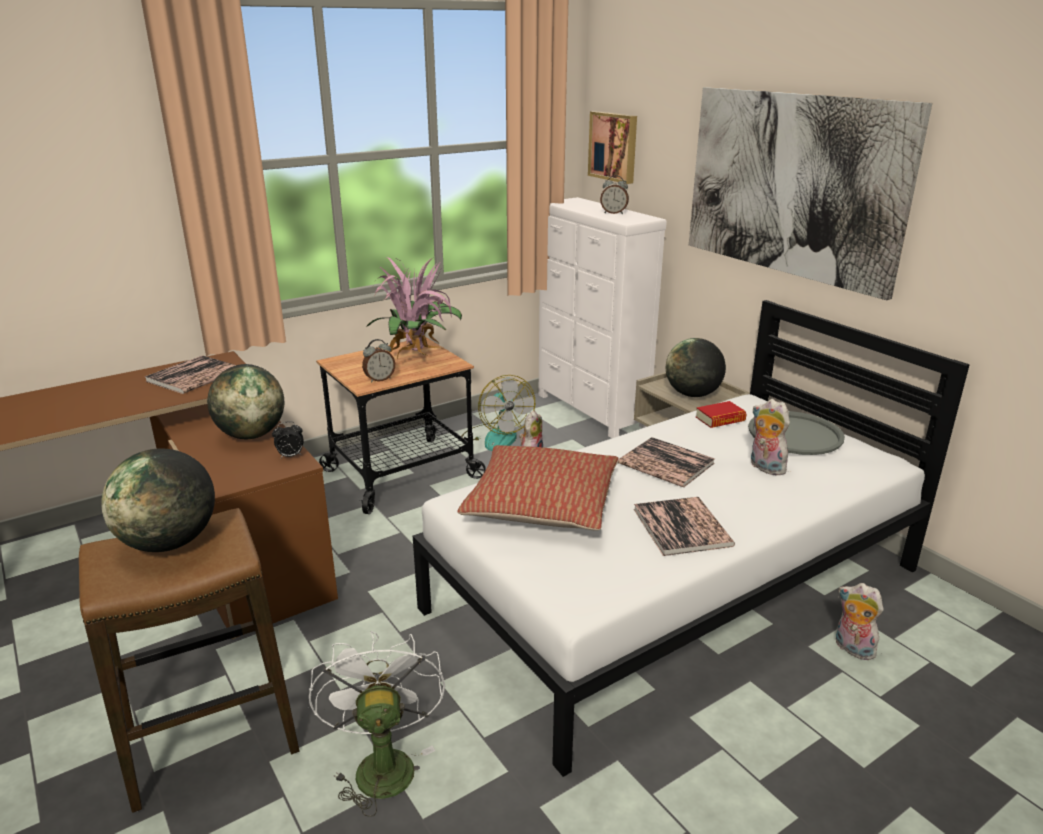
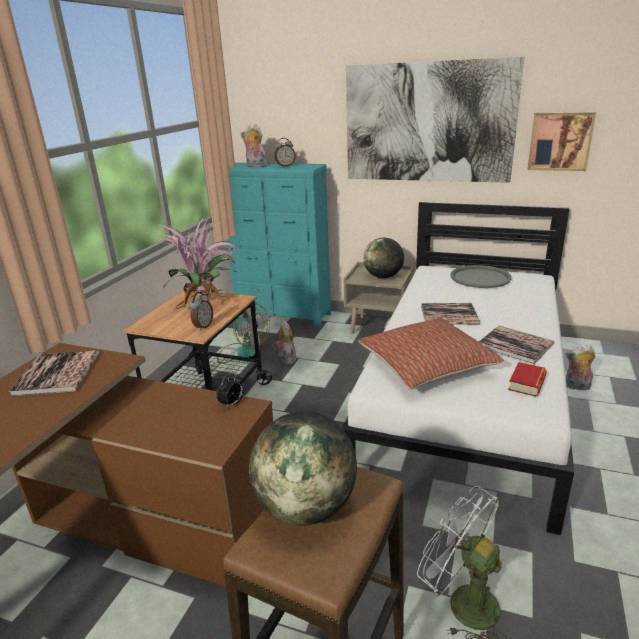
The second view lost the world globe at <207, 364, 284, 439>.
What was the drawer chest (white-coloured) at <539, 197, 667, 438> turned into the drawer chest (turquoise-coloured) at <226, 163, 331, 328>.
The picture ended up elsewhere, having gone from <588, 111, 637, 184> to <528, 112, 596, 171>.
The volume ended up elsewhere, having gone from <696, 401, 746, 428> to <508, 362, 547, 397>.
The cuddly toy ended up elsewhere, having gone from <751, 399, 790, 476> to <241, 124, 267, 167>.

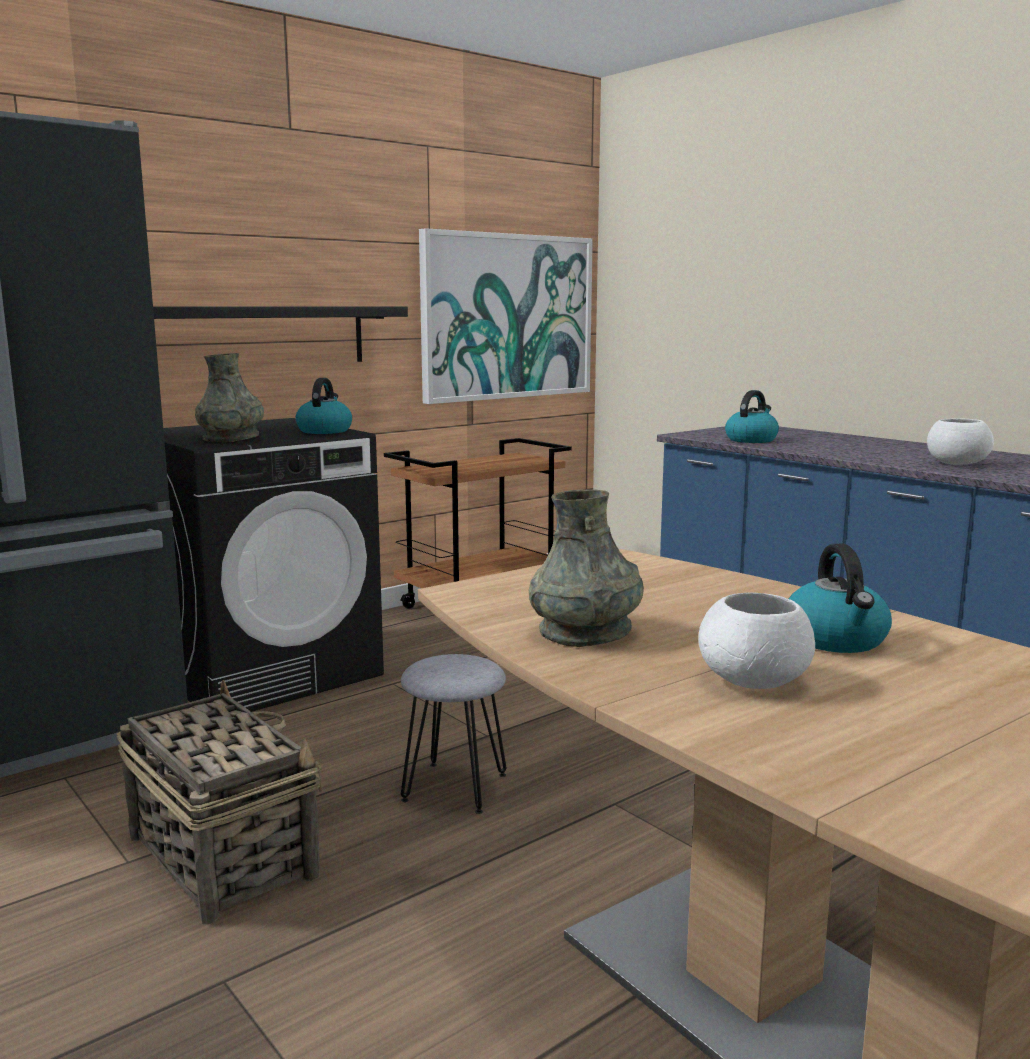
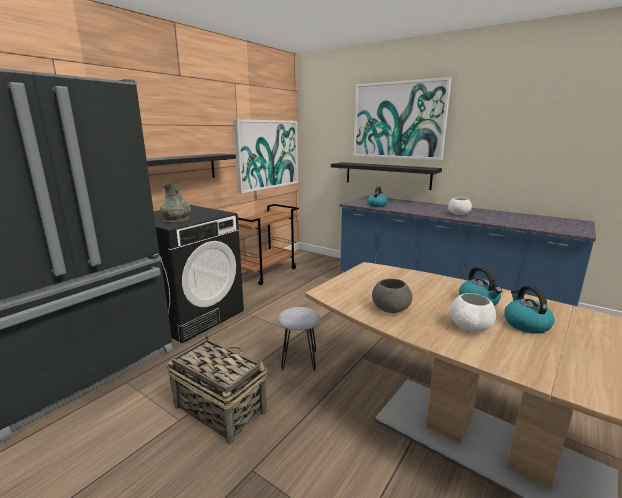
The kettle ended up elsewhere, having gone from <296, 378, 352, 434> to <504, 285, 555, 334>.
Where the flower vase (gray) stood at <529, 490, 644, 647>, the bowl (gray) came to stand at <372, 279, 413, 313>.
The second view gained the bracket shelf (black-coloured) at <331, 162, 442, 190>.
The second view gained the picture at <353, 77, 452, 160>.

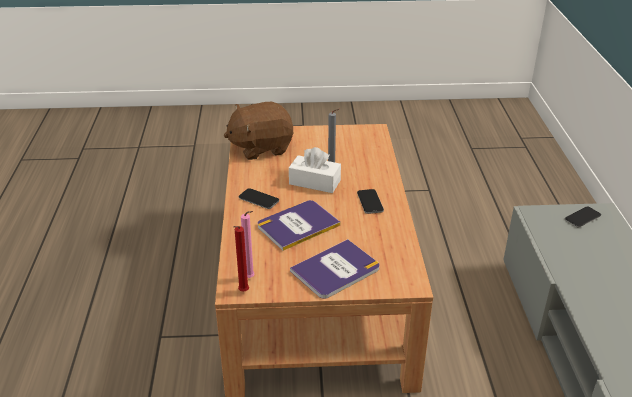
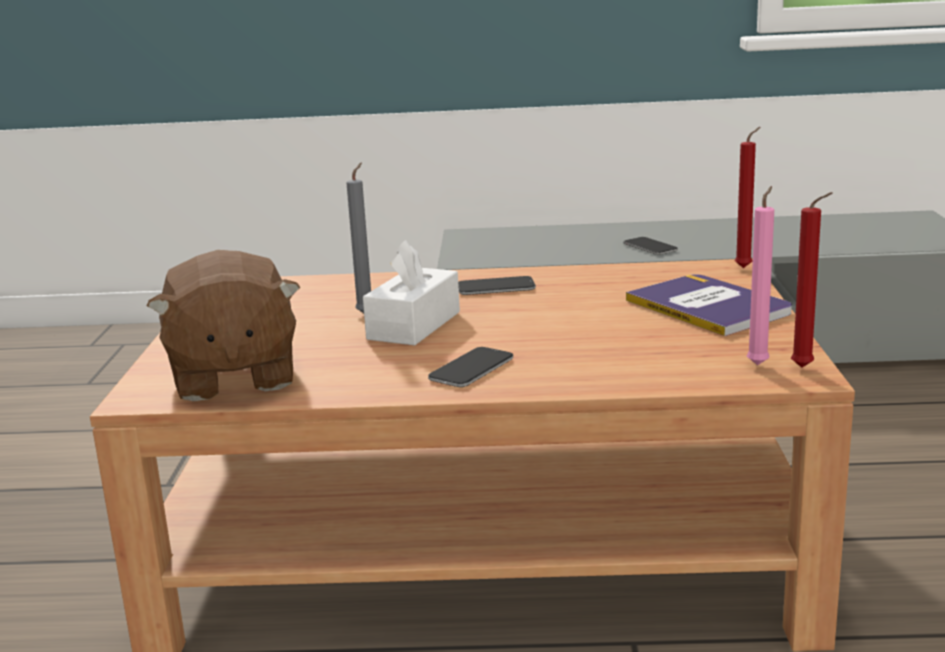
The second view lost the volume at <258, 200, 341, 251>.
The telephone ended up elsewhere, having gone from <565, 207, 601, 227> to <624, 237, 678, 255>.
The second view gained the wax light (reddish) at <735, 127, 760, 268>.

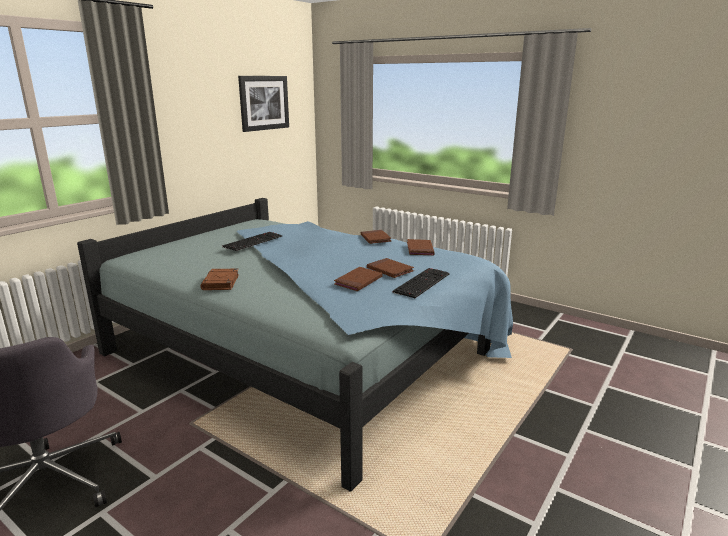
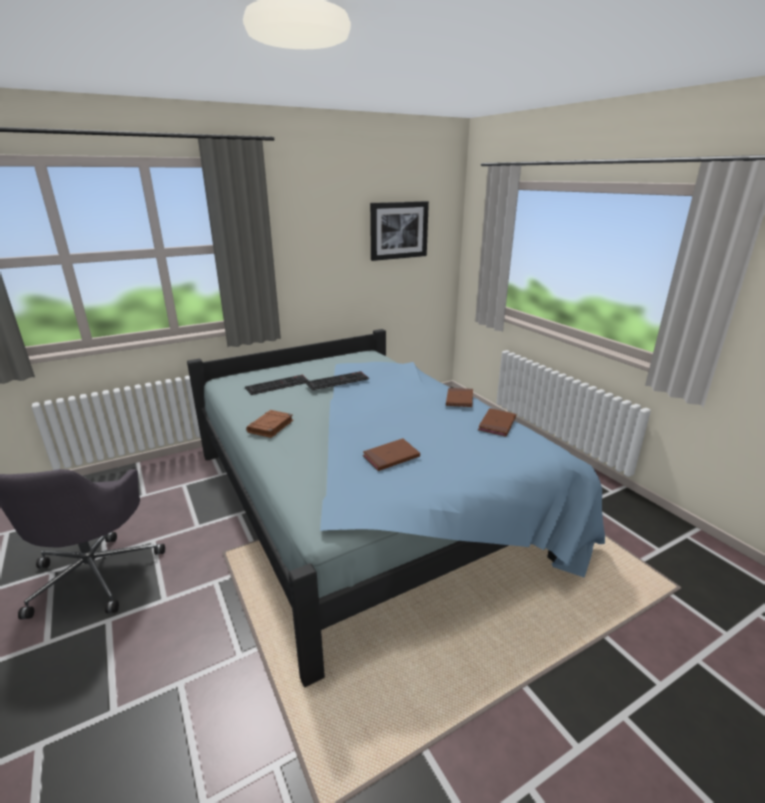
The second view lost the volume (brown-coloured) at <367, 258, 414, 278>.
The keyboard ended up elsewhere, having gone from <393, 268, 450, 298> to <245, 375, 309, 395>.

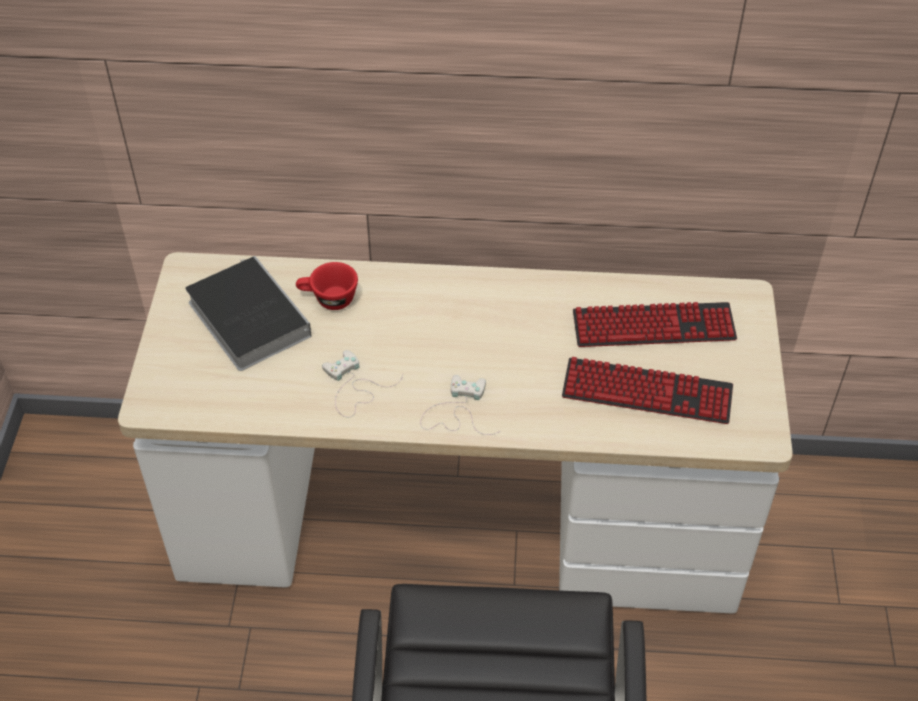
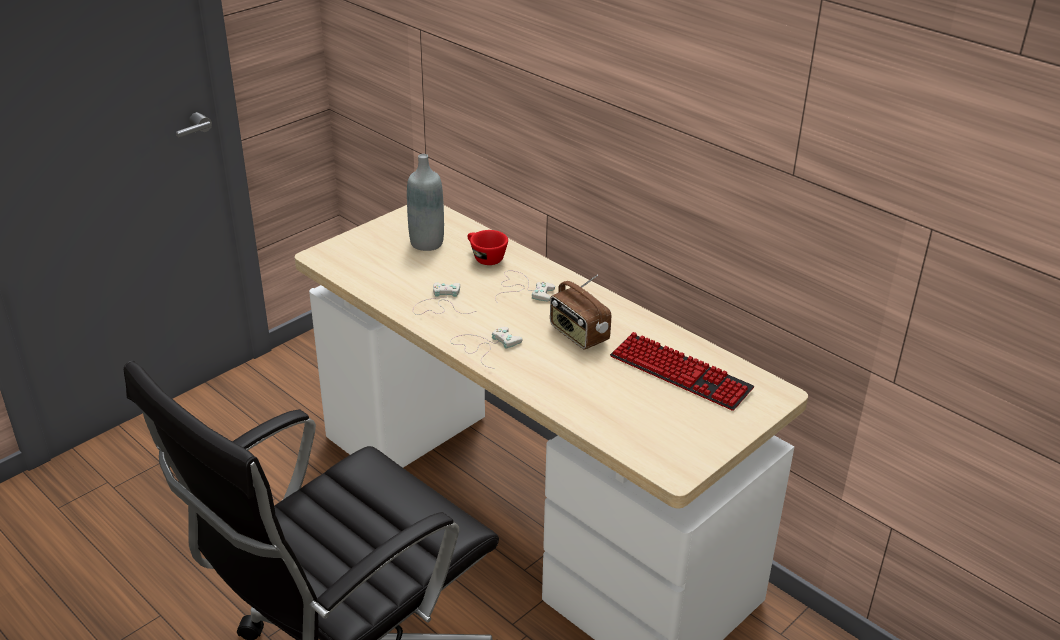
Where the volume stood at <185, 256, 312, 371>, the beverage bottle (gray) came to stand at <407, 154, 444, 251>.
The second view lost the keyboard at <562, 357, 733, 424>.
The second view gained the gamepad (white-coloured) at <495, 271, 555, 302>.
The second view gained the radio set at <550, 275, 611, 350>.

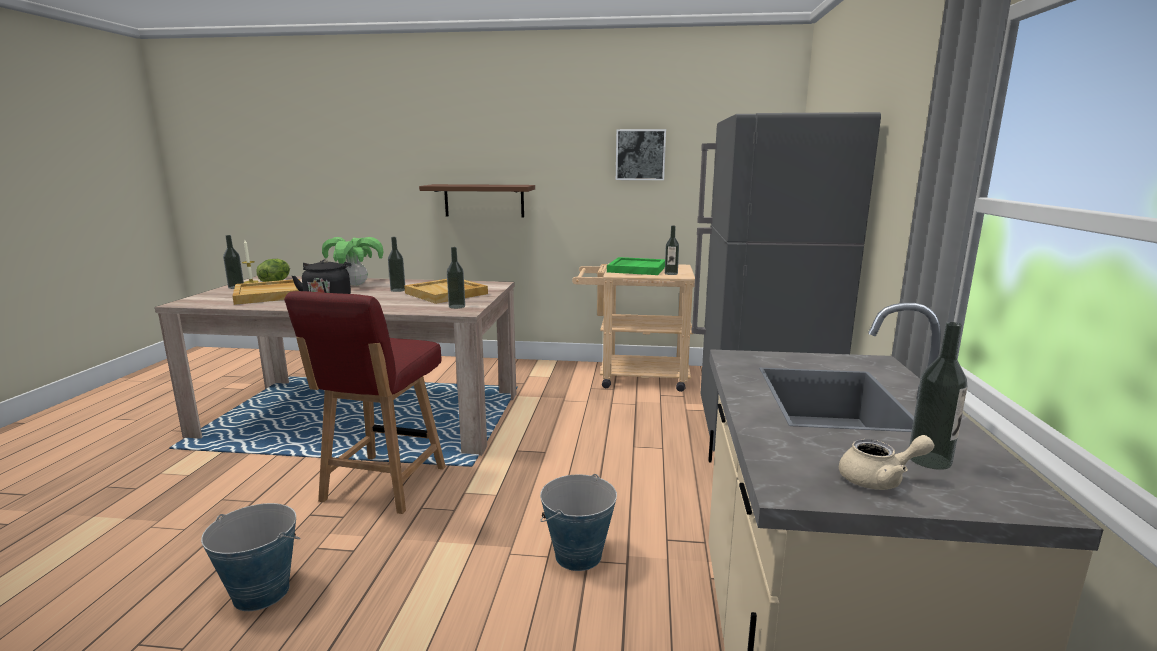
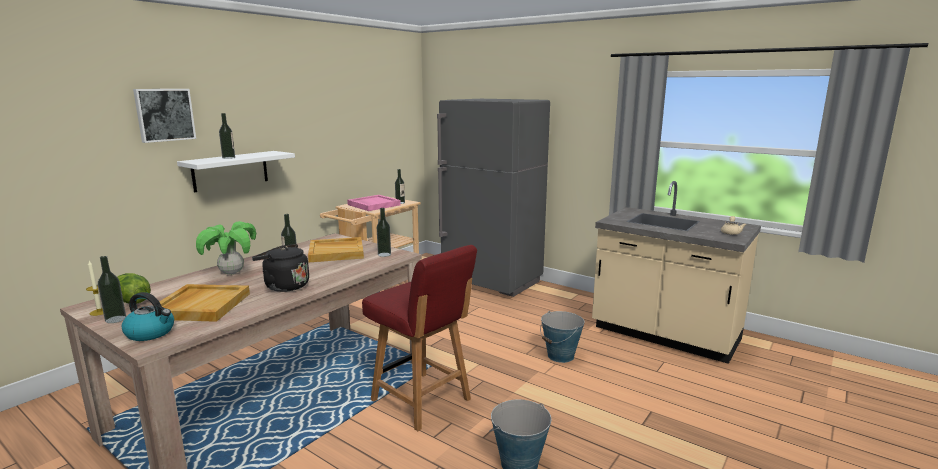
What was the bracket shelf (brown-coloured) at <419, 184, 535, 217> turned into the bracket shelf (white-coloured) at <177, 151, 295, 192>.
What was the serving tray (greenish) at <607, 257, 665, 275> turned into the serving tray (pinkish) at <347, 195, 401, 211>.
The picture ended up elsewhere, having gone from <616, 129, 666, 180> to <133, 89, 196, 143>.
The beverage bottle ended up elsewhere, having gone from <909, 322, 968, 470> to <219, 113, 235, 159>.
The second view gained the kettle at <122, 292, 174, 341>.

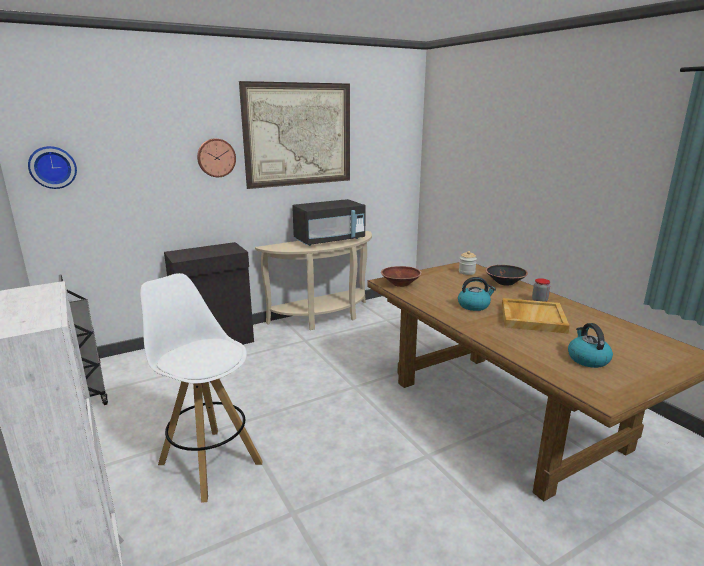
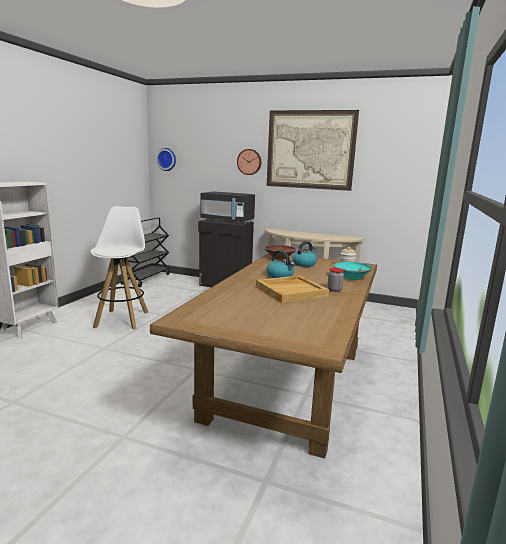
The kitchen microwave (black-coloured) ended up elsewhere, having gone from <292, 199, 366, 246> to <201, 191, 255, 224>.
What was the bowl (black-coloured) at <485, 265, 528, 285> turned into the bowl (turquoise-coloured) at <333, 262, 373, 280>.
The kettle ended up elsewhere, having gone from <568, 323, 613, 368> to <292, 241, 317, 267>.

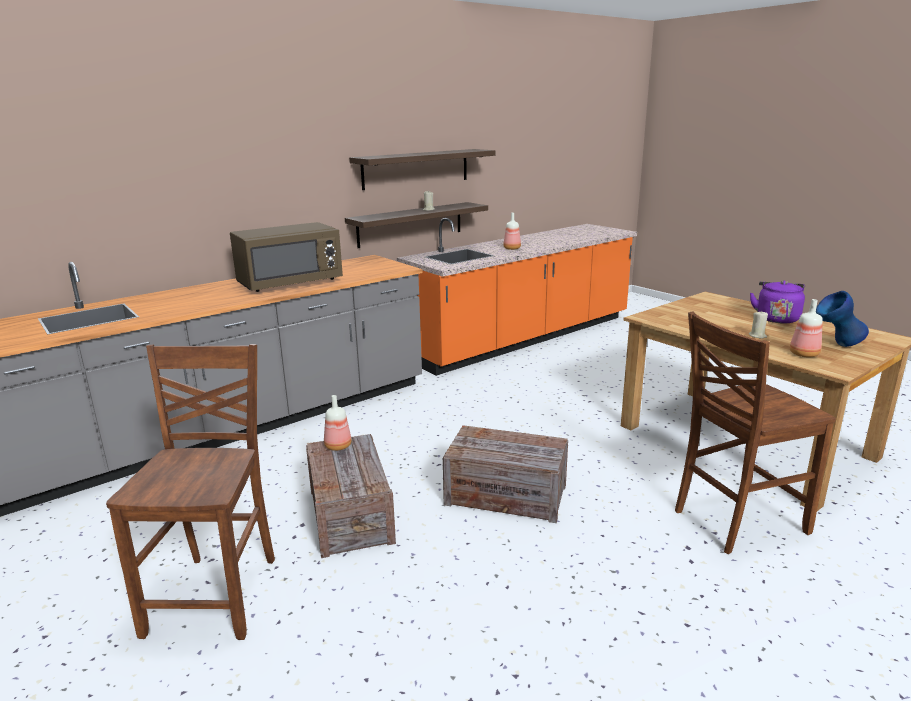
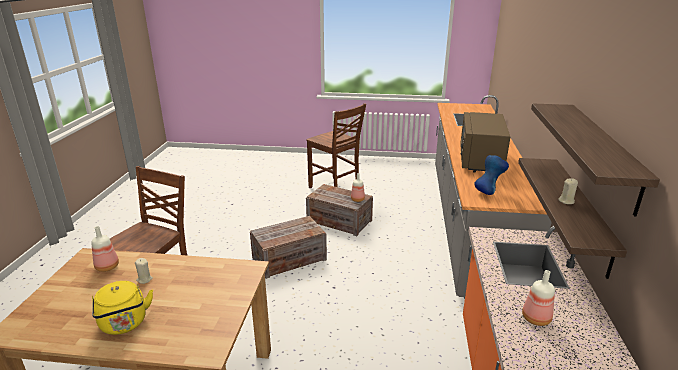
What was the kettle (purple) at <750, 281, 805, 324> turned into the kettle (yellowish) at <92, 281, 153, 335>.
The flower vase (blue) ended up elsewhere, having gone from <816, 291, 869, 347> to <474, 155, 509, 195>.

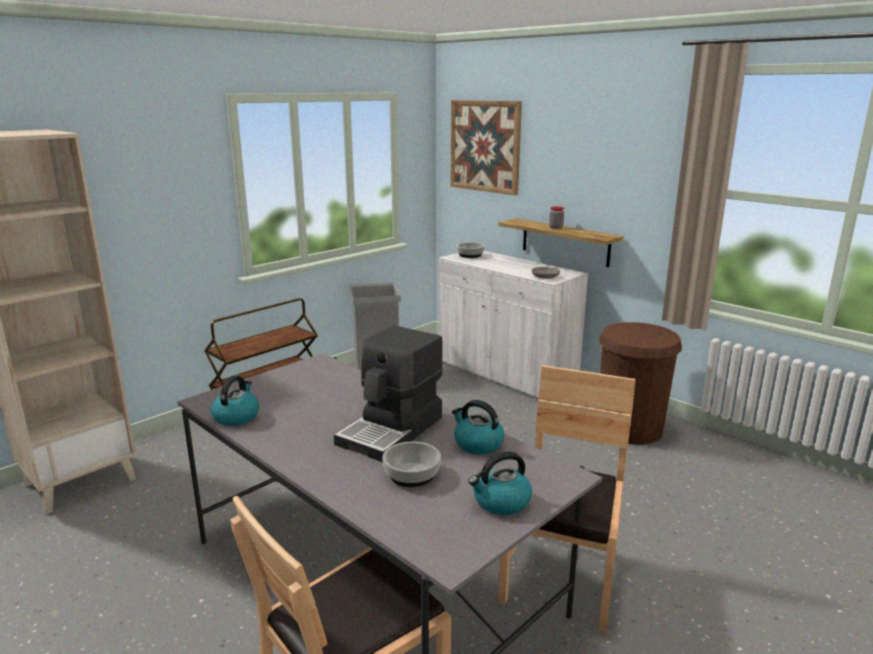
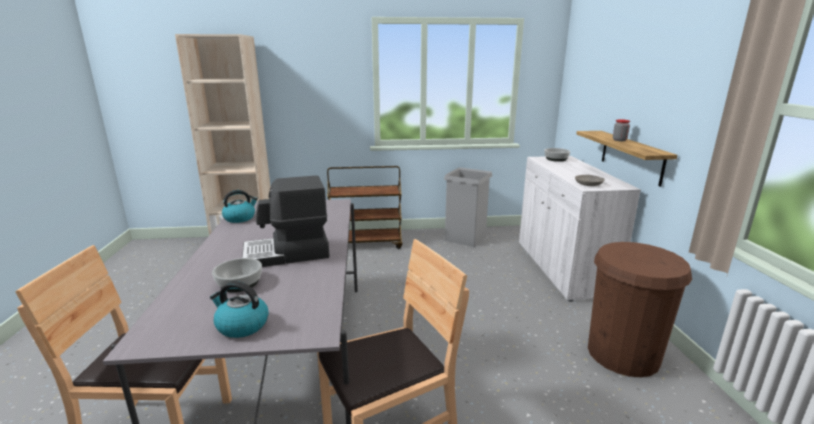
The second view lost the picture at <450, 100, 522, 196>.
The second view lost the kettle at <452, 400, 505, 454>.

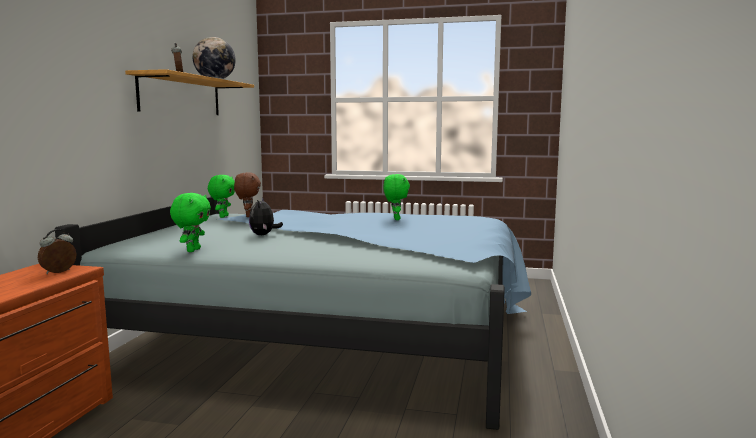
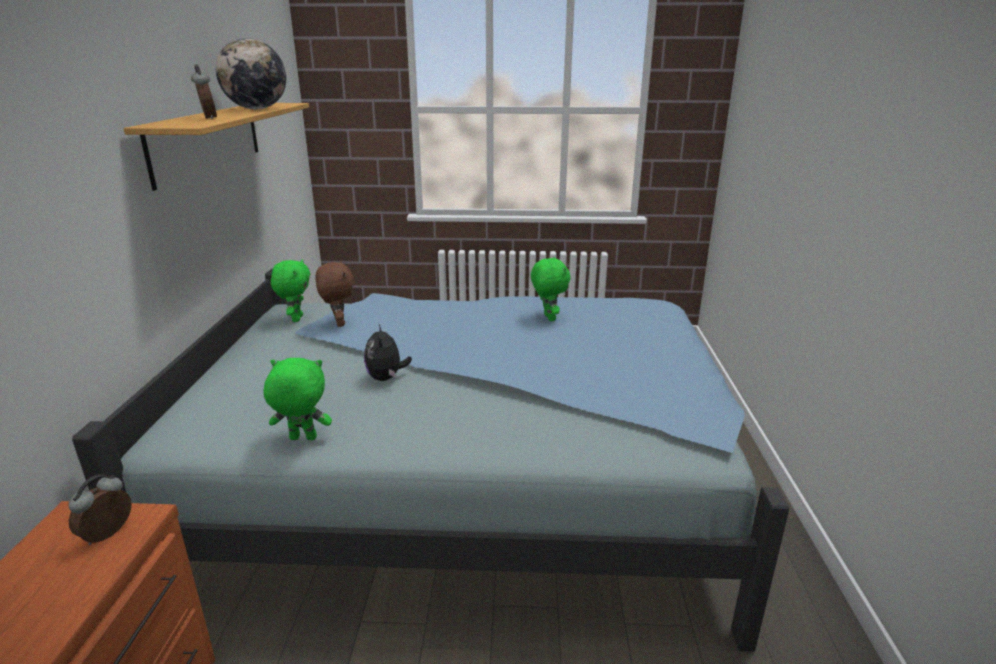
The cuddly toy (greenish) at <170, 193, 211, 252> ended up facing another way, 90 degrees counterclockwise from before.

